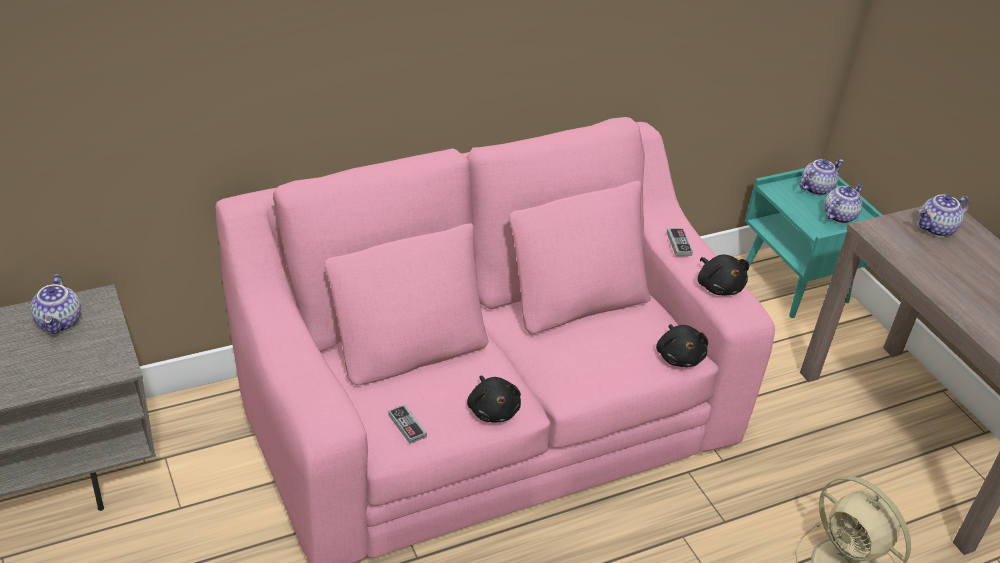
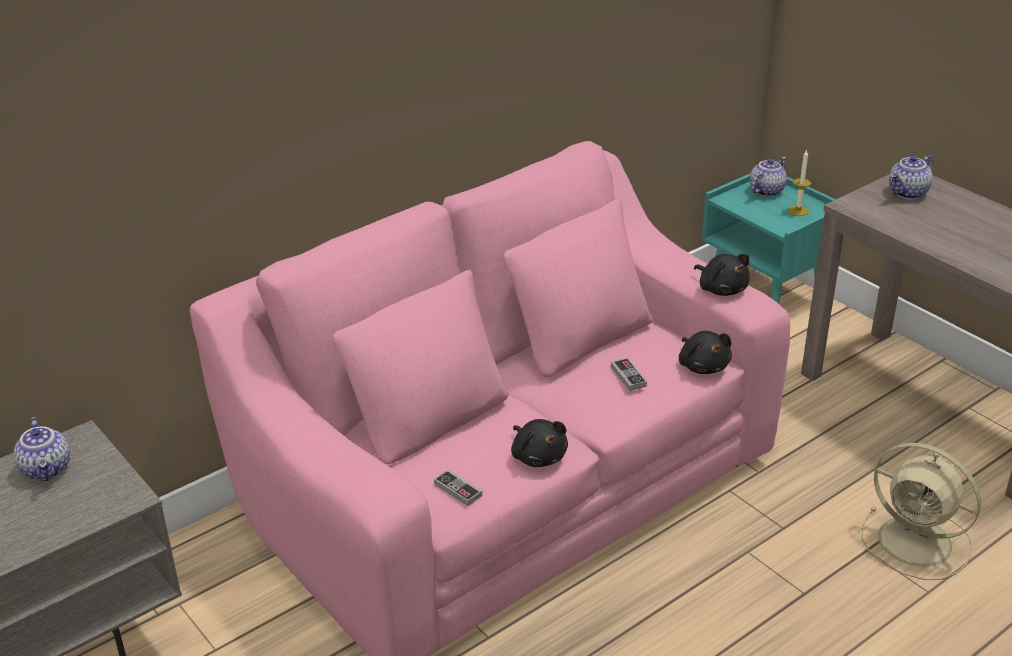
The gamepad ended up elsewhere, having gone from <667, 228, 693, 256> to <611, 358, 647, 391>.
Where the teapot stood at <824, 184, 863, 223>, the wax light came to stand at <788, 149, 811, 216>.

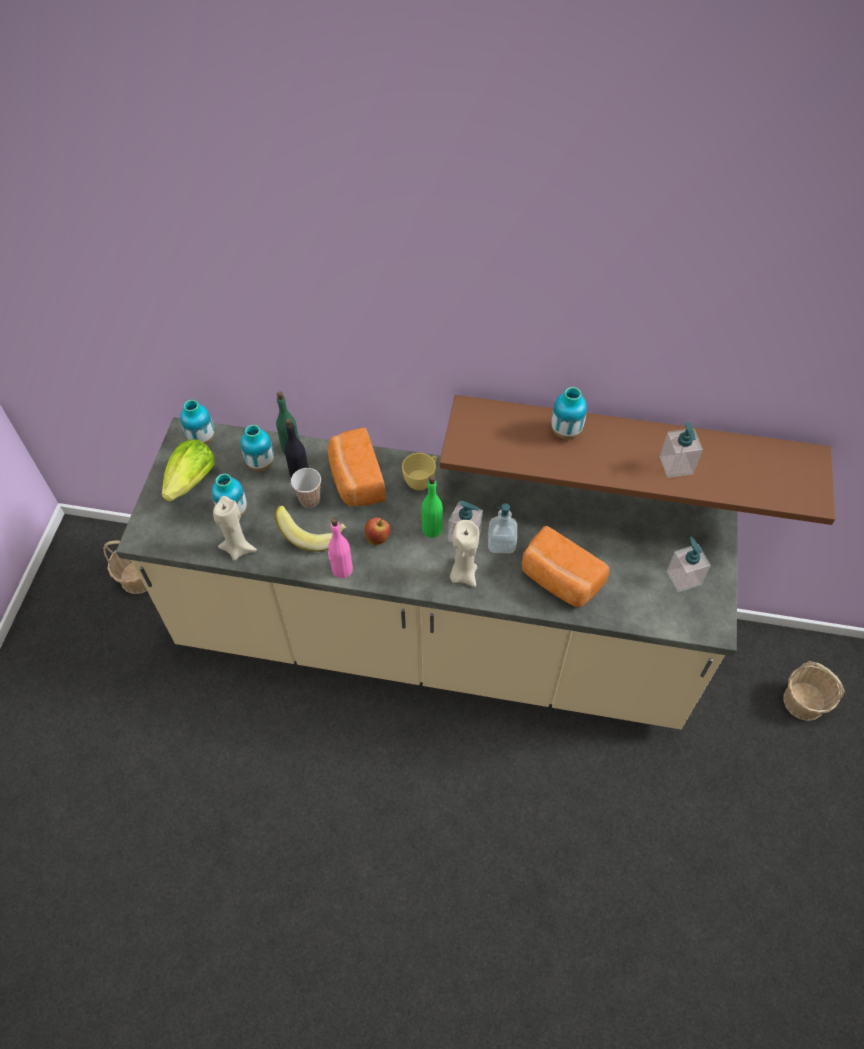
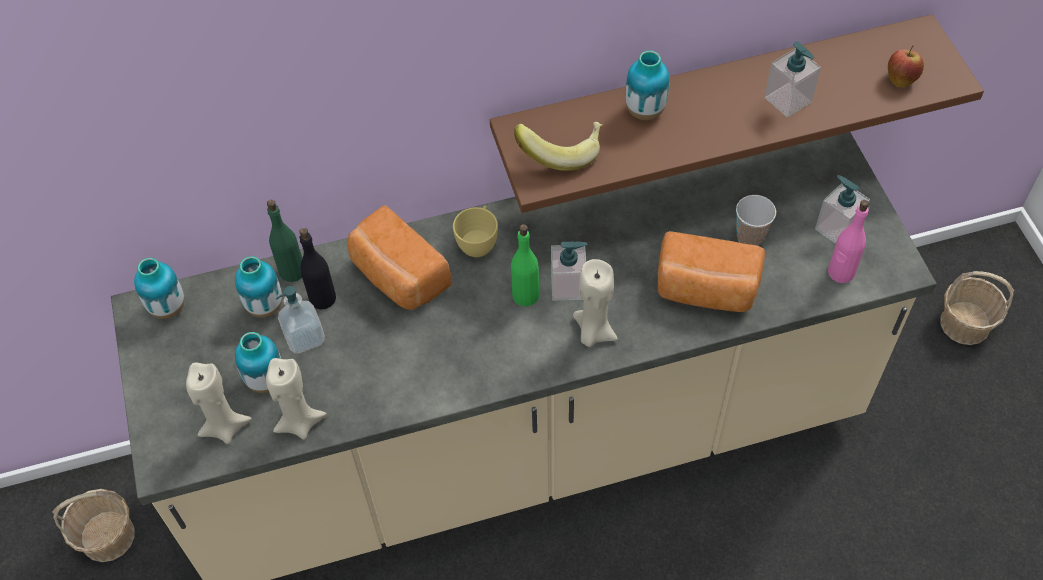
The second view lost the lettuce at <162, 439, 215, 502>.
The whole banana ended up elsewhere, having gone from <275, 506, 346, 552> to <514, 122, 603, 171>.
The small cup ended up elsewhere, having gone from <291, 468, 321, 508> to <736, 195, 776, 246>.
The beverage bottle (pinkish) ended up elsewhere, having gone from <328, 518, 353, 578> to <828, 200, 869, 283>.
The whole apple ended up elsewhere, having gone from <364, 517, 390, 545> to <888, 46, 924, 87>.
The soap dispenser ended up elsewhere, having gone from <488, 503, 517, 553> to <276, 286, 325, 354>.
The second view gained the wax light (sand-coloured) at <186, 363, 252, 444>.

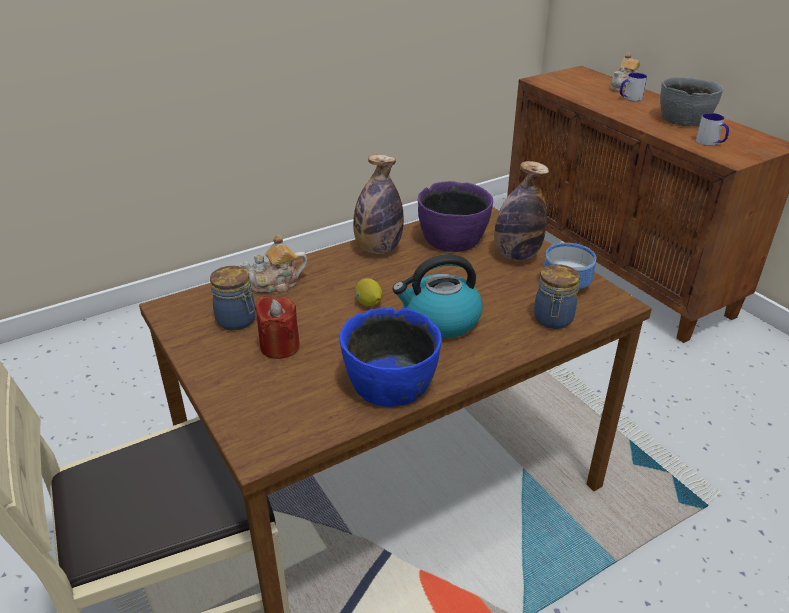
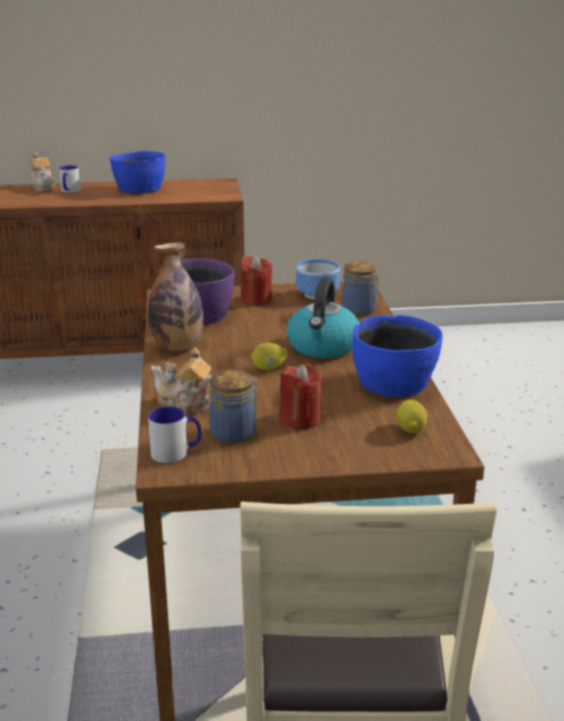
The teapot at <239, 235, 307, 293> ended up facing another way, 105 degrees clockwise from before.
Where the beverage bottle stood at <494, 161, 549, 261>, the wax light (reddish) came to stand at <240, 256, 272, 305>.
What was the bowl (gray) at <660, 77, 723, 127> turned into the bowl (blue) at <110, 151, 165, 194>.
The mug ended up elsewhere, having gone from <696, 113, 729, 146> to <148, 406, 201, 463>.
The second view gained the citrus fruit at <396, 400, 427, 434>.

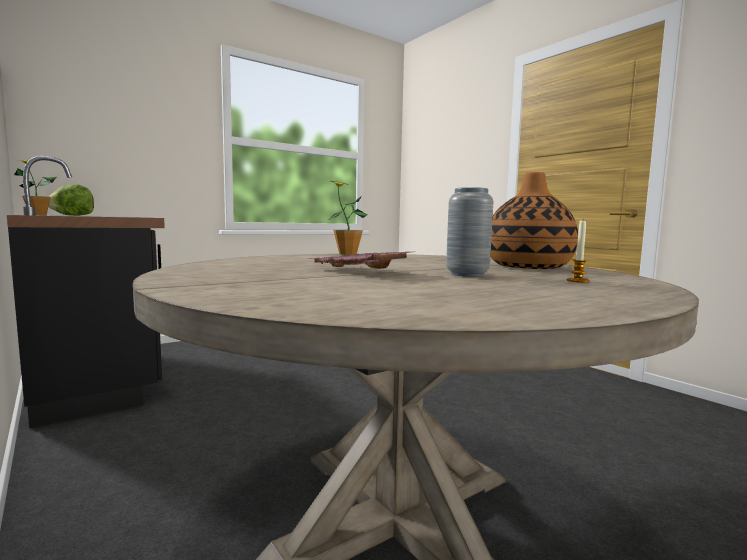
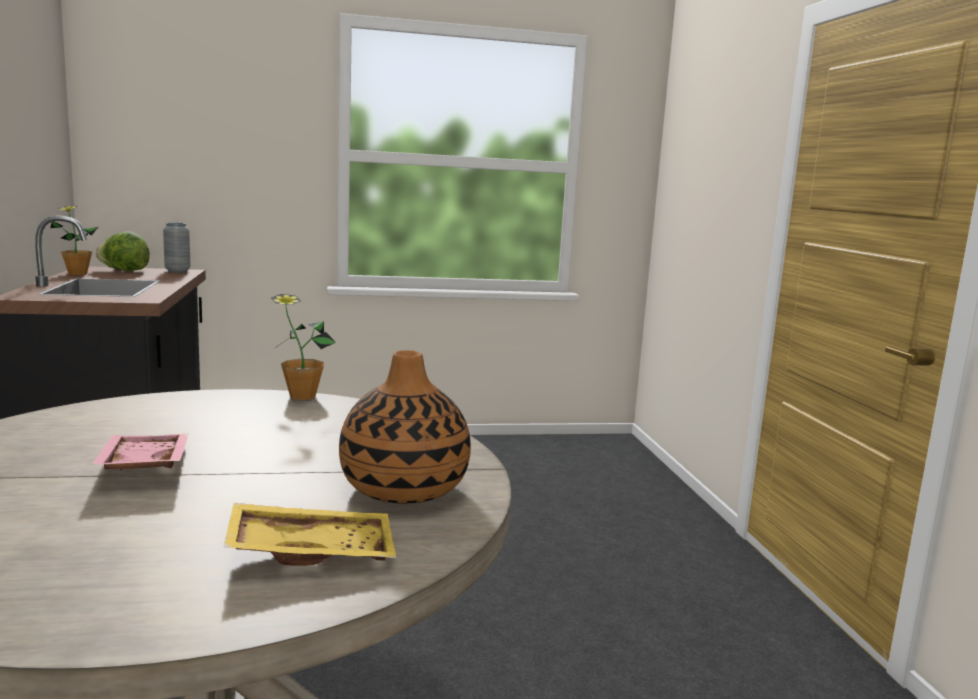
The flower vase (gray) ended up elsewhere, having gone from <446, 187, 493, 277> to <163, 223, 191, 273>.
Where the wax light stood at <567, 220, 590, 283>, the serving tray (yellowish) came to stand at <224, 503, 397, 566>.

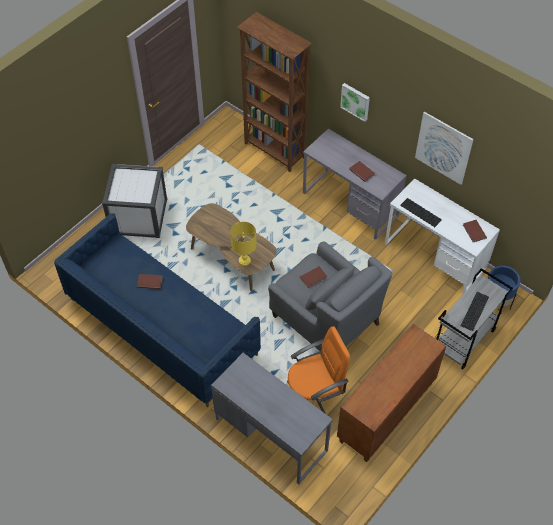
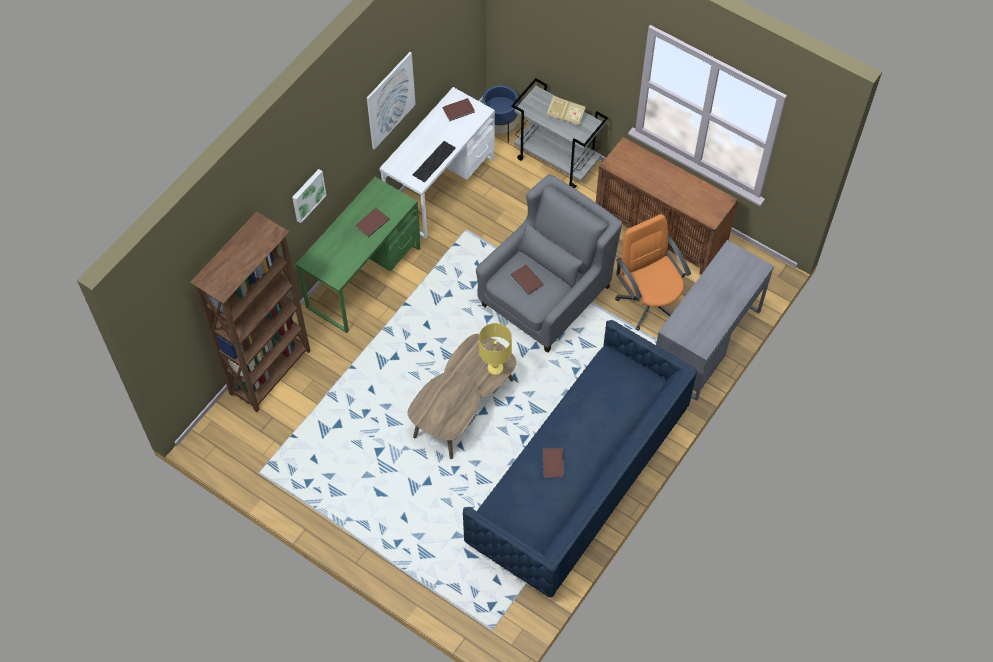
The second view lost the storage box (white-coloured) at <102, 164, 167, 238>.
What was the desk table (gray) at <303, 129, 407, 240> turned into the desk table (greenish) at <296, 177, 420, 333>.
Where the keyboard stood at <461, 292, 489, 331>, the volume came to stand at <547, 96, 586, 125>.

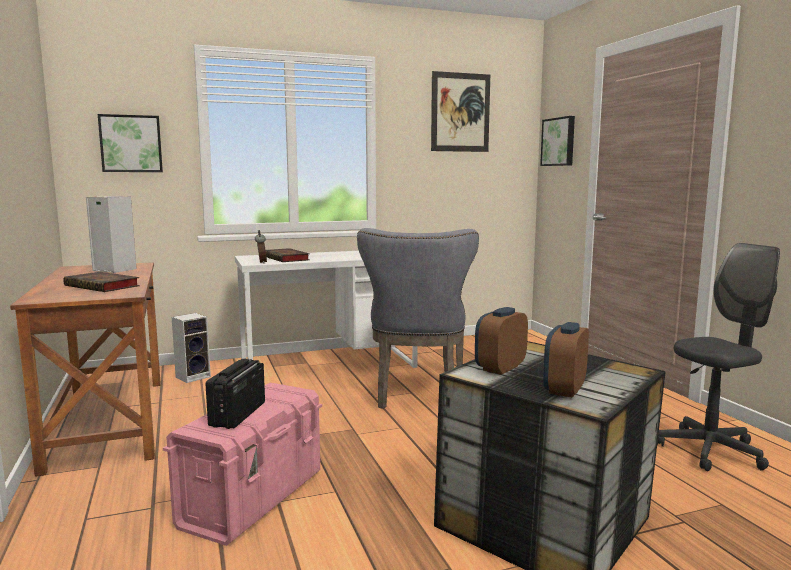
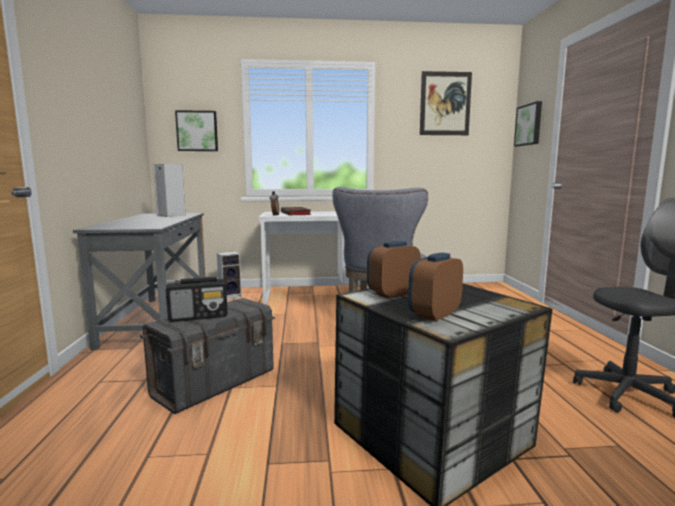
What was the desk table (brown-coloured) at <10, 262, 161, 477> turned into the desk table (gray) at <73, 213, 205, 350>.
The second view lost the volume at <63, 272, 140, 292>.
What was the storage box (pinkish) at <163, 383, 322, 546> turned into the storage box (gray) at <140, 298, 275, 414>.
The radio set at <206, 358, 265, 429> ended up facing another way, 135 degrees counterclockwise from before.

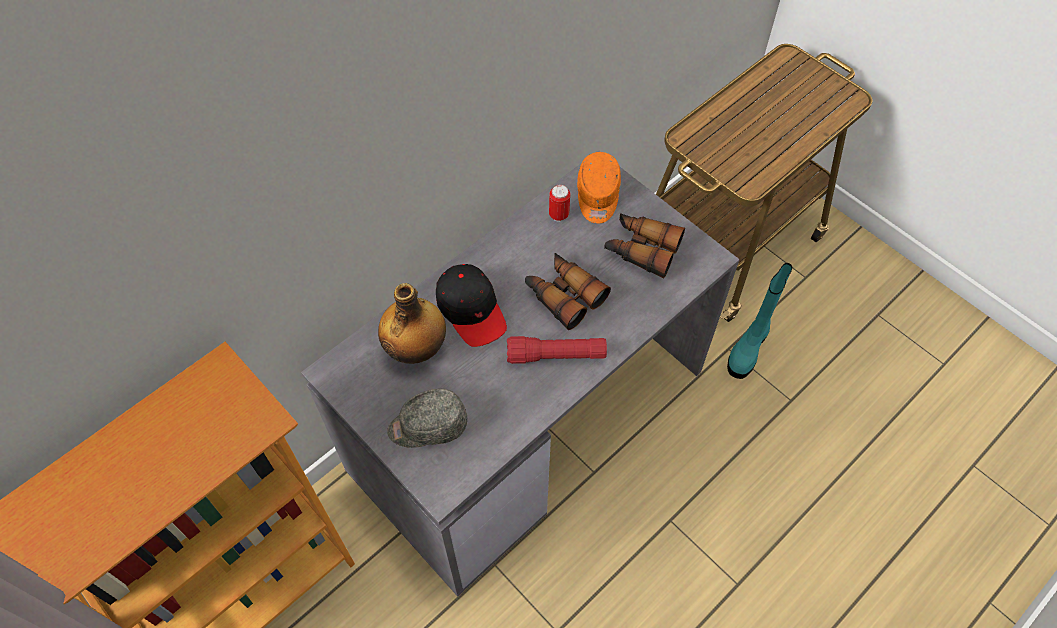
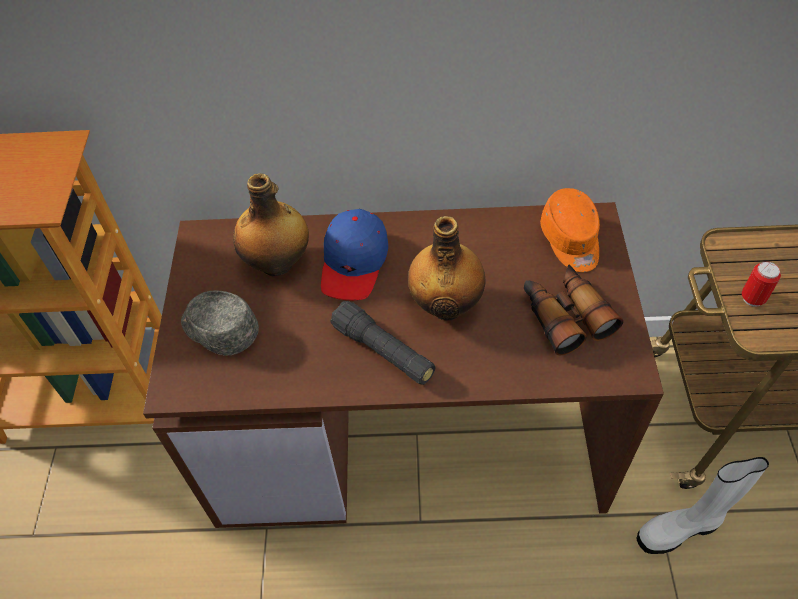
What was the desk table (gray) at <301, 150, 740, 597> turned into the desk table (brown-coloured) at <143, 202, 664, 528>.
What was the baseball cap (black-coloured) at <436, 264, 507, 347> turned into the baseball cap (blue) at <321, 209, 388, 300>.
What was the torch (reddish) at <507, 336, 607, 364> turned into the torch (black-coloured) at <330, 301, 436, 385>.
Where the pair of binoculars stood at <525, 253, 611, 330>, the beverage bottle came to stand at <408, 216, 486, 321>.
The metal can ended up elsewhere, having gone from <549, 185, 570, 222> to <742, 261, 781, 307>.
The baseball cap (orange) at <577, 152, 621, 224> ended up facing another way, 60 degrees counterclockwise from before.
What was the boot (turquoise-coloured) at <727, 263, 792, 379> turned into the boot (white-coloured) at <636, 457, 769, 554>.

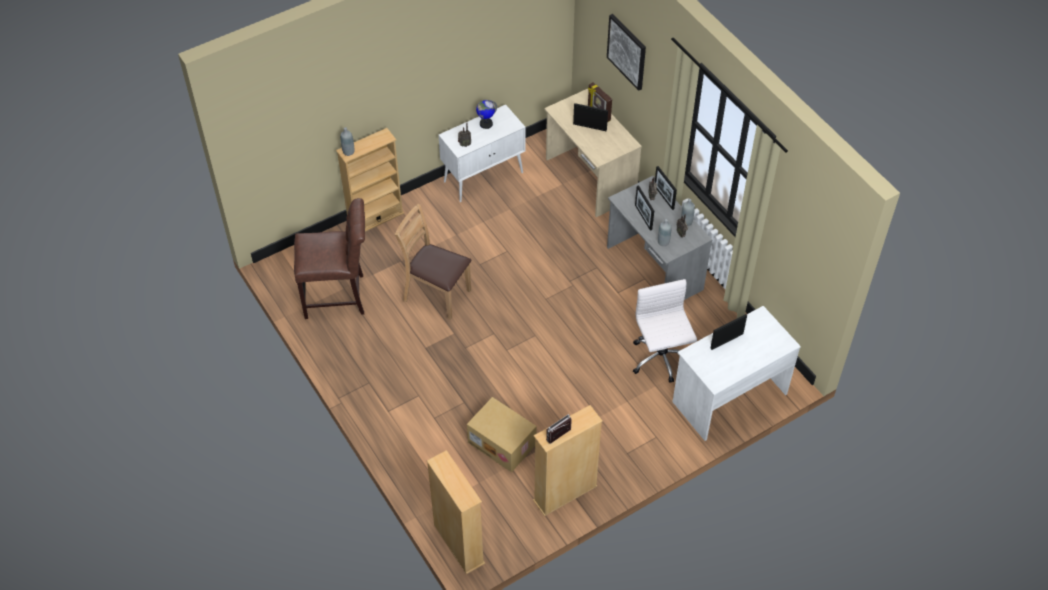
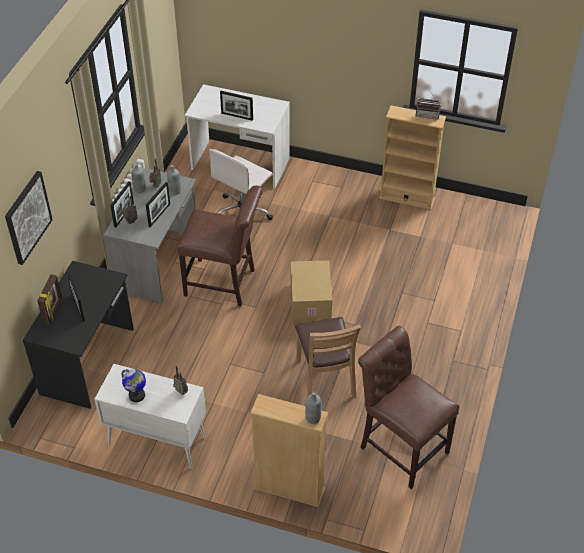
The second view lost the shelving unit (sand-coloured) at <427, 450, 485, 574>.
The carton ended up elsewhere, having gone from <467, 397, 537, 472> to <290, 261, 332, 324>.
What was the desk table (sand-coloured) at <544, 89, 642, 217> turned into the desk table (black-coloured) at <22, 261, 133, 409>.
The second view gained the chair (brown-coloured) at <177, 185, 262, 306>.

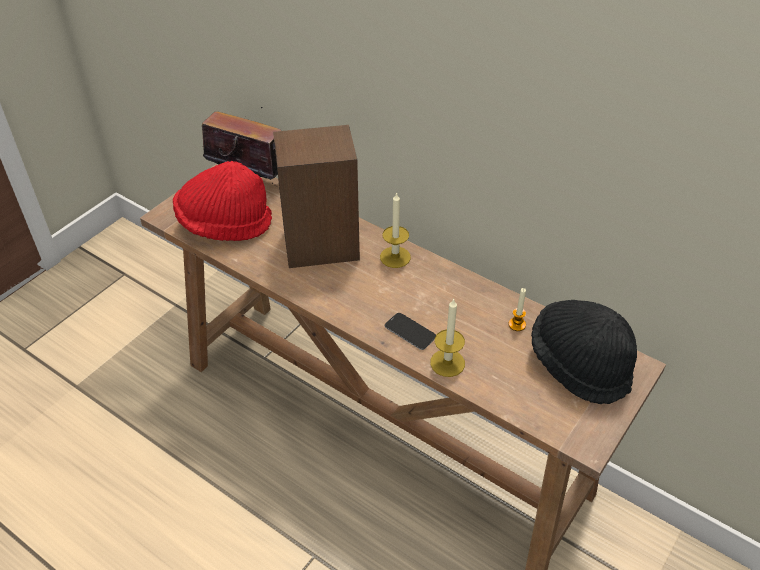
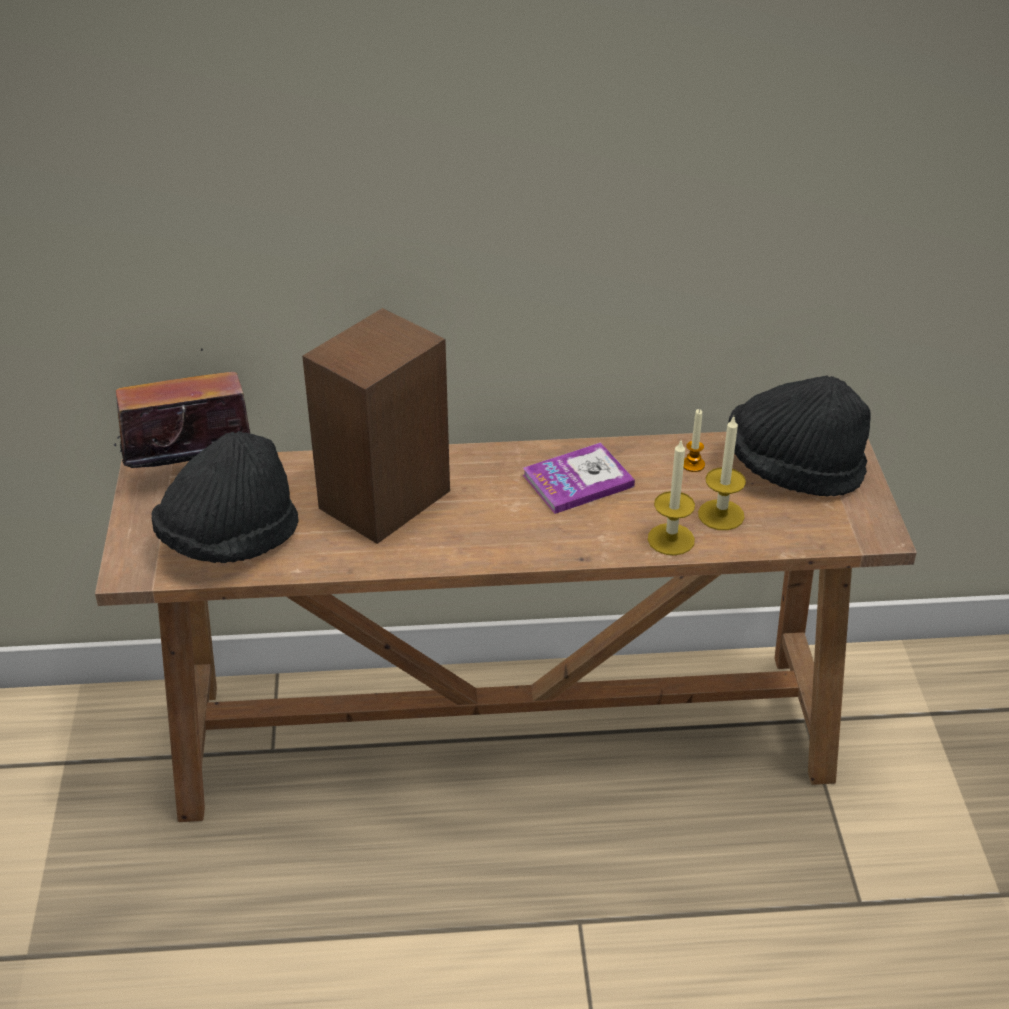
What was the clothing hat (reddish) at <173, 161, 272, 241> turned into the clothing hat (black-coloured) at <151, 431, 299, 563>.
The wax light ended up elsewhere, having gone from <380, 192, 411, 268> to <698, 416, 746, 530>.
The second view lost the telephone at <385, 313, 436, 350>.
The second view gained the volume at <523, 442, 635, 514>.

